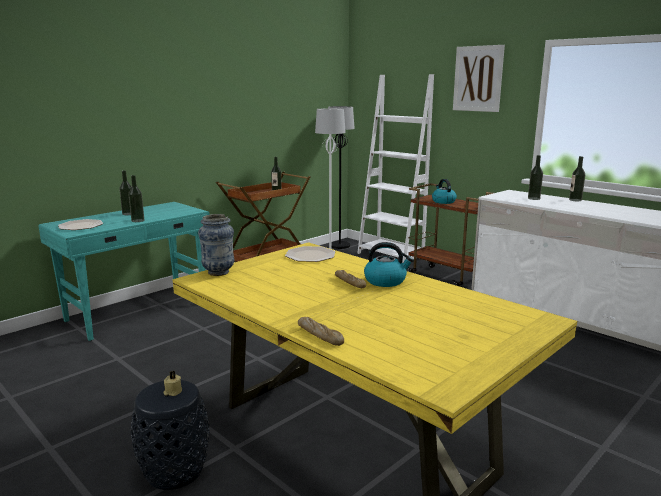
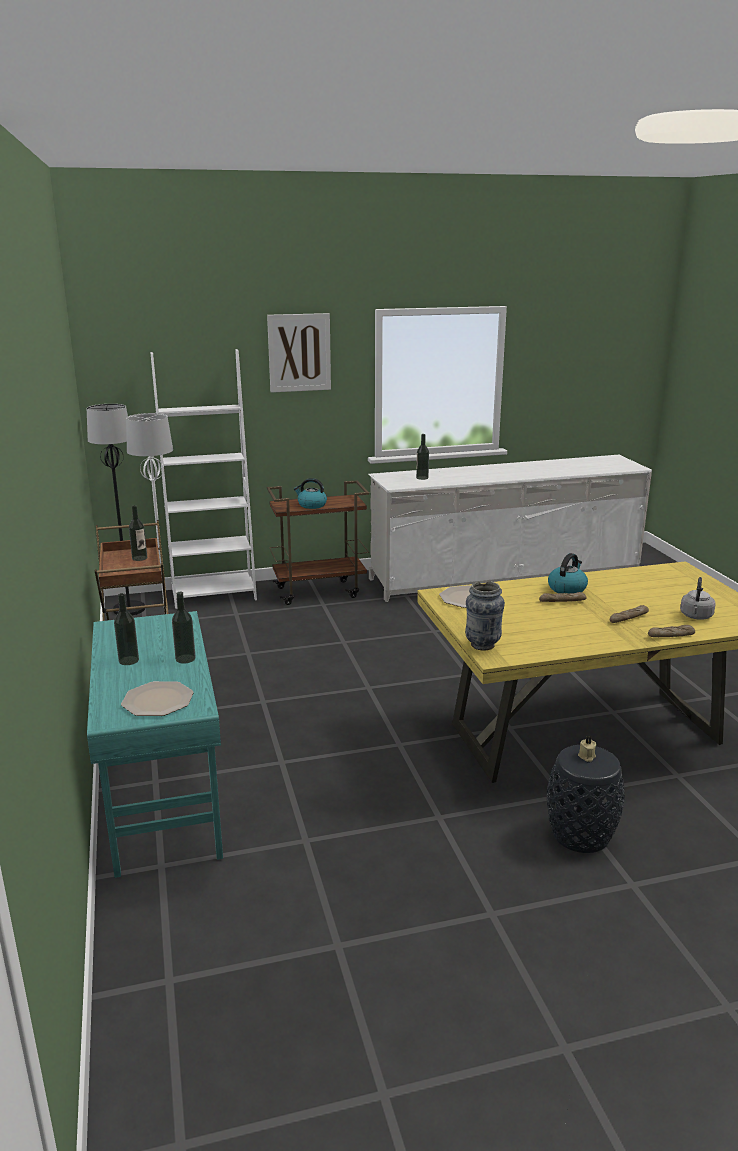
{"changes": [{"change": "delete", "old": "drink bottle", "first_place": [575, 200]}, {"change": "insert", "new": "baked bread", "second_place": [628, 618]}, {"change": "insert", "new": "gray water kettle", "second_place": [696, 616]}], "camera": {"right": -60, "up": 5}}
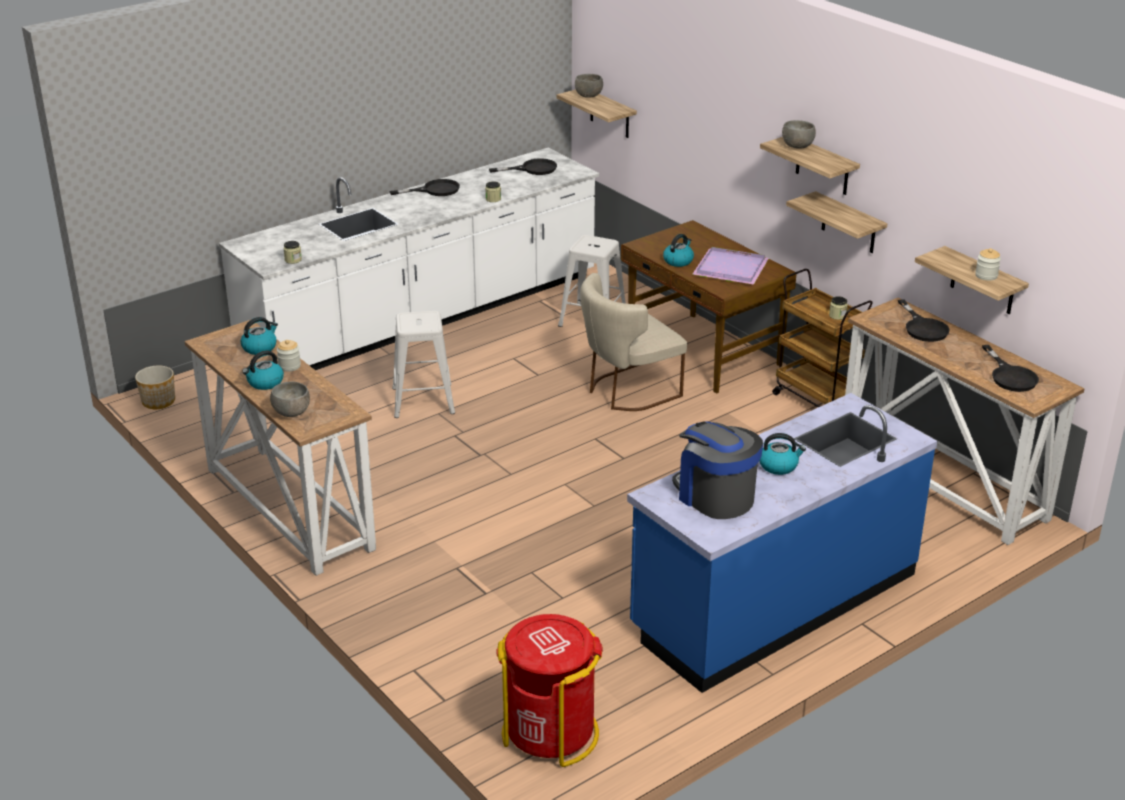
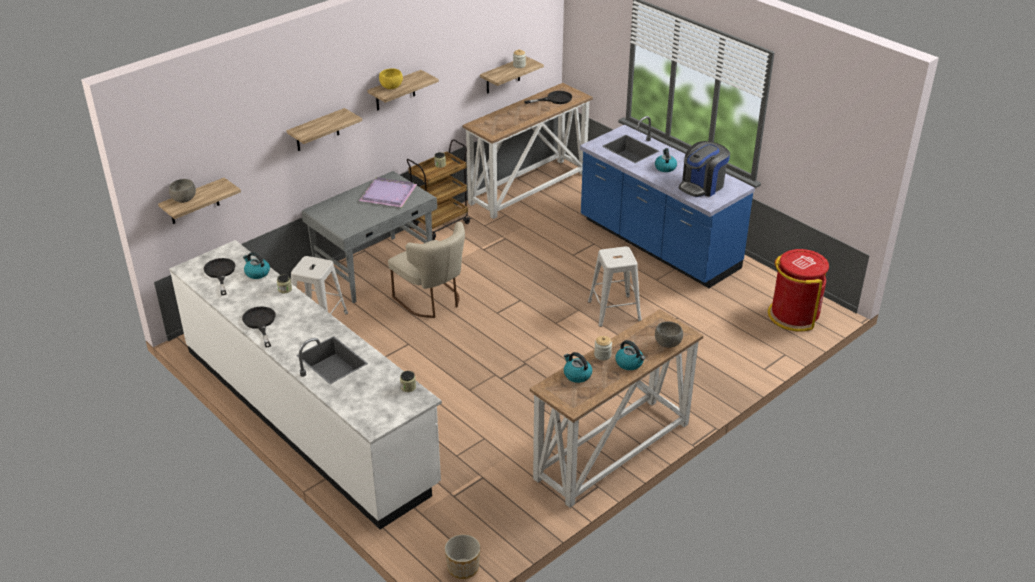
{"changes": [{"change": "delete", "old": "blackish pan", "first_place": [923, 328]}, {"change": "move", "old": "white-coloured stool seat", "first_place": [423, 401], "second_place": [614, 311]}, {"change": "move", "old": "water kettle", "first_place": [678, 261], "second_place": [257, 273]}, {"change": "move", "old": "shelf", "first_place": [849, 224], "second_place": [317, 130]}, {"change": "recolor", "old": "brown desk table", "new": "gray desk table", "first_place": [703, 353], "second_place": [375, 269]}, {"change": "recolor", "old": "gray bowl", "new": "yellow-coloured bowl", "first_place": [798, 147], "second_place": [391, 87]}], "camera": {"right": -95, "up": 5}}
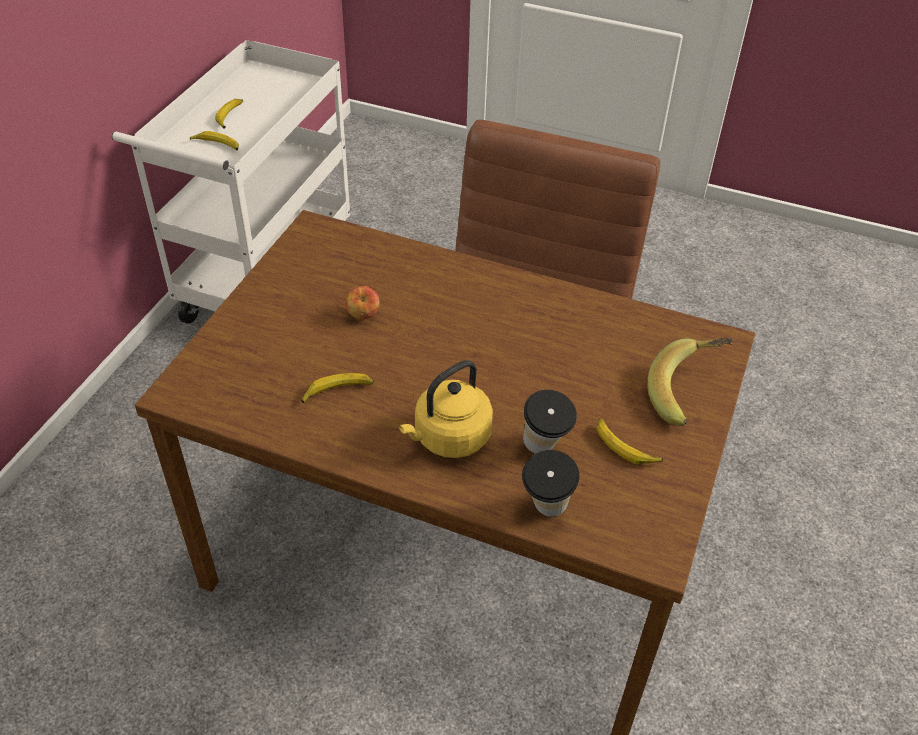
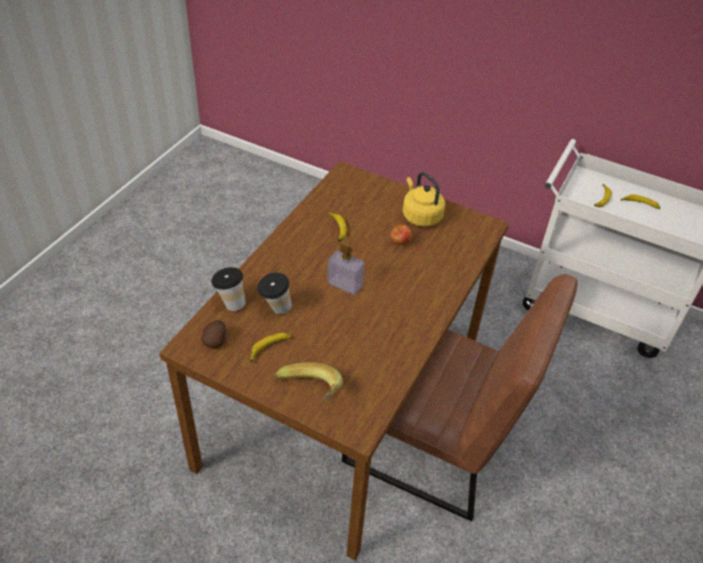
{"changes": [{"change": "insert", "new": "potato", "second_place": [215, 340]}, {"change": "insert", "new": "soap bottle", "second_place": [345, 284]}, {"change": "move", "old": "yellow-coloured water kettle", "first_place": [449, 438], "second_place": [420, 216]}], "camera": {"right": 95, "up": 0}}
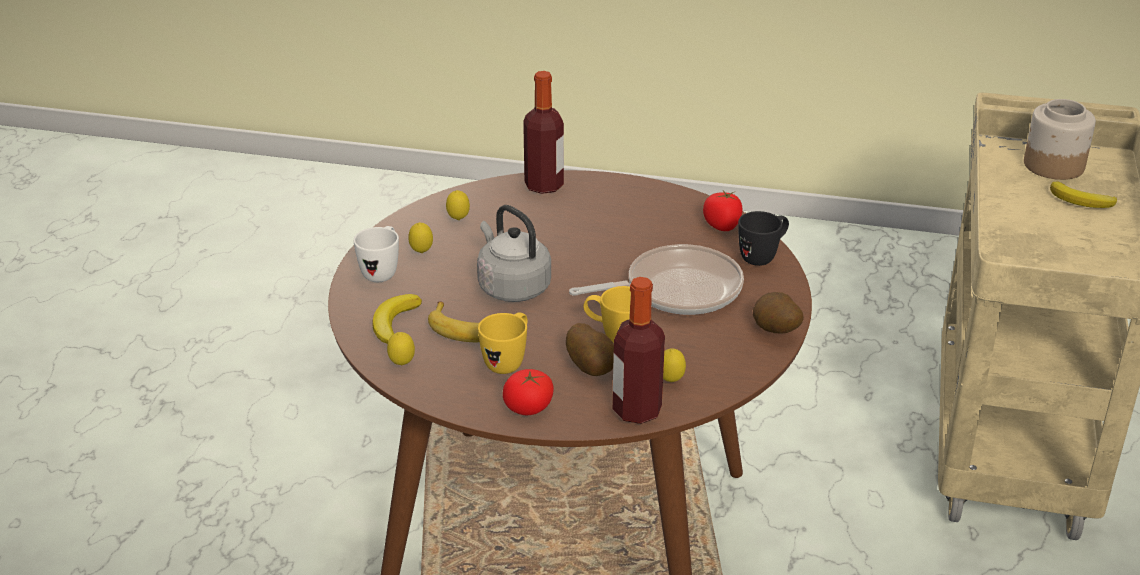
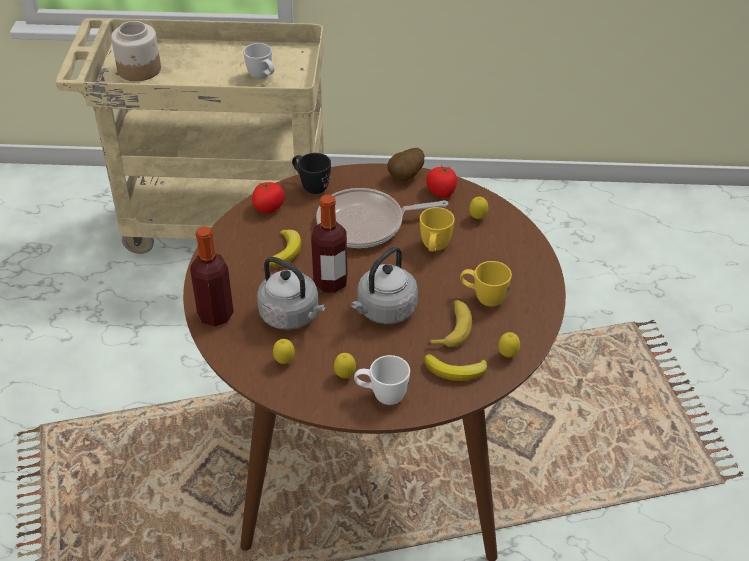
{"changes": [{"change": "delete", "old": "potato", "first_place": [593, 368]}, {"change": "insert", "new": "white-coloured mug", "second_place": [262, 77]}, {"change": "insert", "new": "gray water kettle", "second_place": [292, 316]}, {"change": "move", "old": "tomato", "first_place": [528, 408], "second_place": [441, 192]}, {"change": "move", "old": "drink bottle", "first_place": [637, 410], "second_place": [330, 283]}, {"change": "move", "old": "banana", "first_place": [1082, 201], "second_place": [285, 251]}, {"change": "rotate", "old": "pan", "first_place": [676, 290], "second_place": [366, 224], "degrees": -75}], "camera": {"right": -100, "up": 10}}
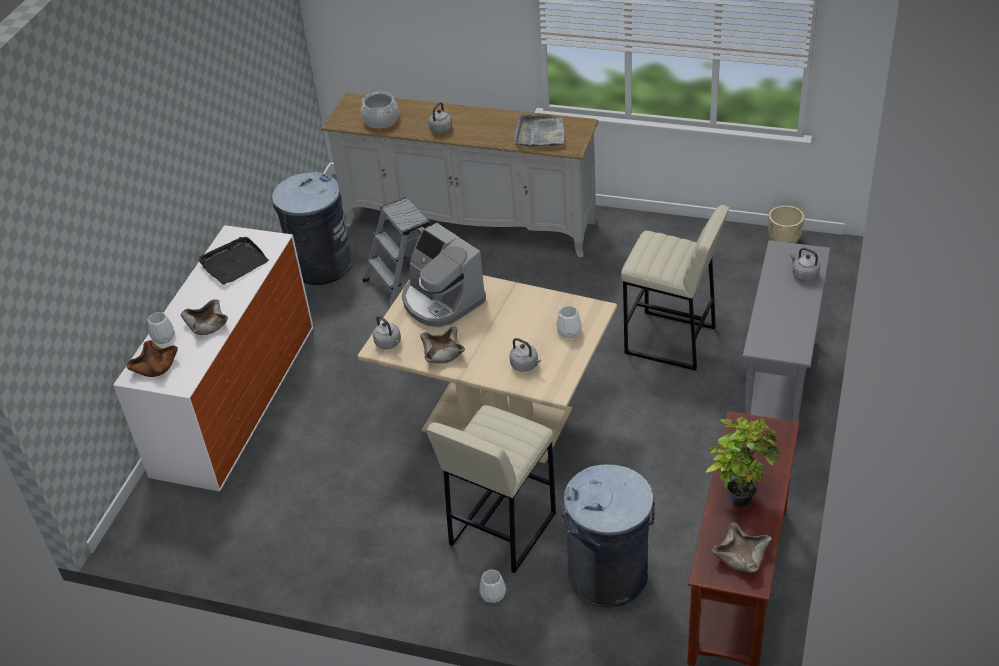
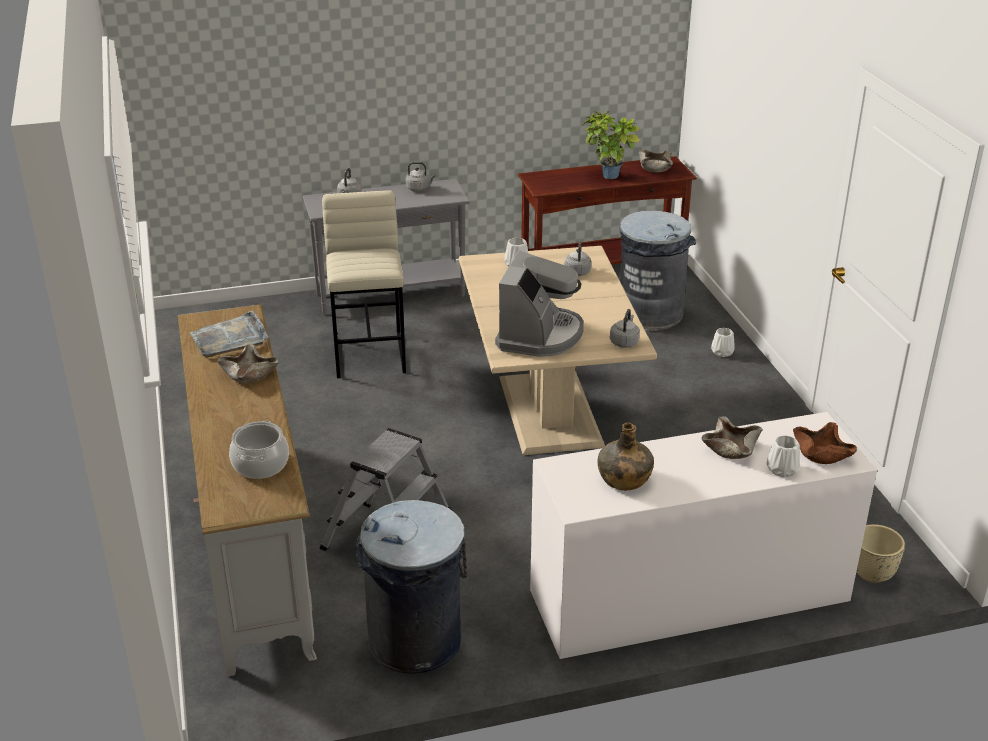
{"changes": [{"change": "delete", "old": "beige-coloured stool seat", "first_place": [501, 531]}, {"change": "move", "old": "beige-coloured bowl", "first_place": [442, 353], "second_place": [250, 374]}, {"change": "move", "old": "gray water kettle", "first_place": [440, 130], "second_place": [419, 188]}, {"change": "move", "old": "beige-coloured plant pot", "first_place": [783, 241], "second_place": [871, 575]}, {"change": "replace", "old": "blackish carrying tray", "new": "greenish drink bottle", "first_place": [233, 263], "second_place": [623, 479]}], "camera": {"right": -125, "up": -10}}
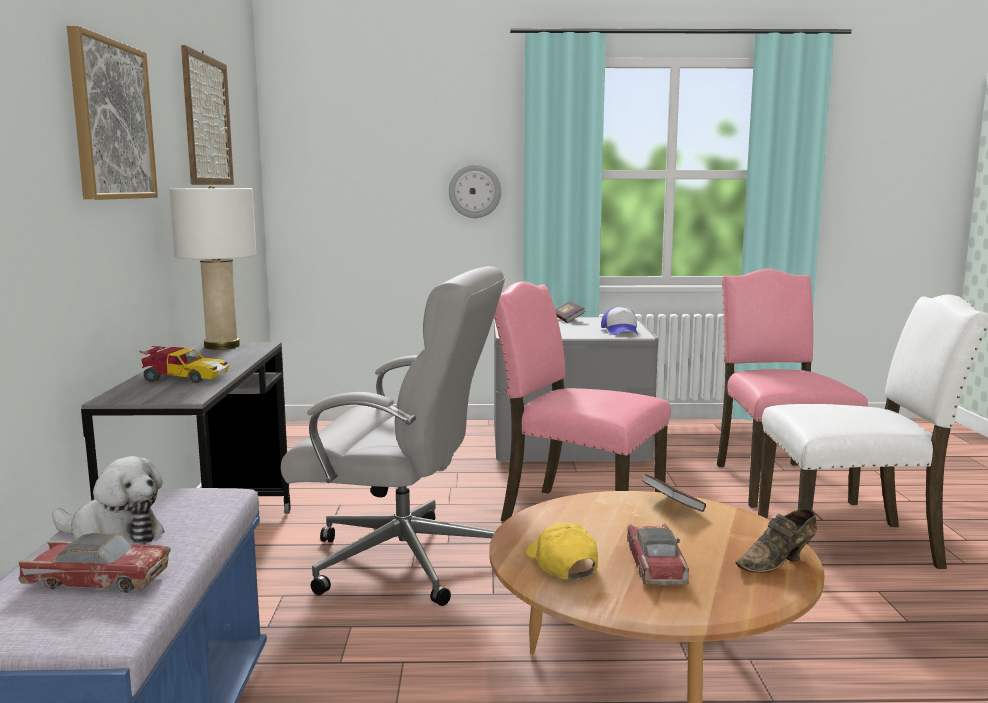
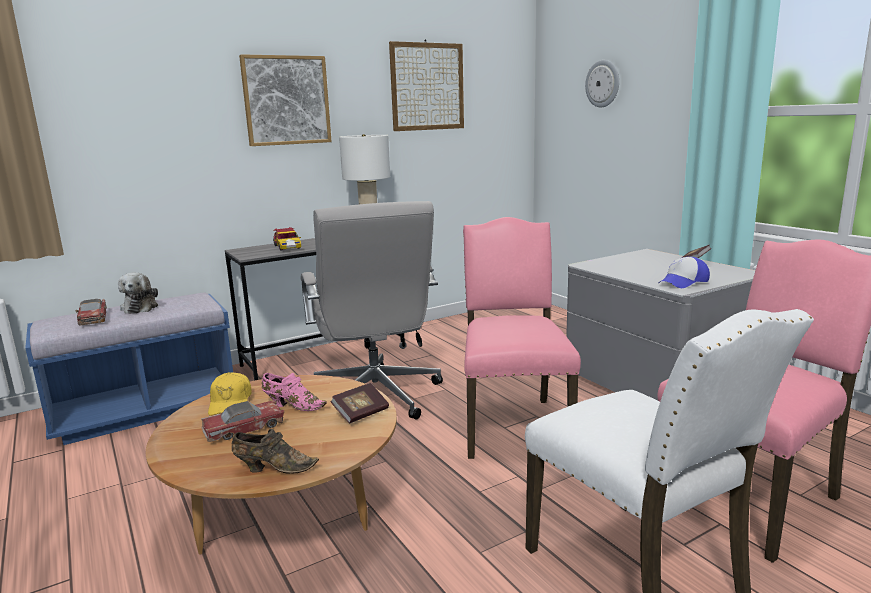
{"changes": [{"change": "insert", "new": "pinkish low shoe", "second_place": [293, 406]}, {"change": "move", "old": "wall clock", "first_place": [474, 191], "second_place": [603, 83]}, {"change": "rotate", "old": "yellow-coloured baseball cap", "first_place": [561, 563], "second_place": [230, 403], "degrees": 135}, {"change": "rotate", "old": "brown low shoe", "first_place": [778, 562], "second_place": [273, 468], "degrees": 150}], "camera": {"right": 60, "up": 5}}
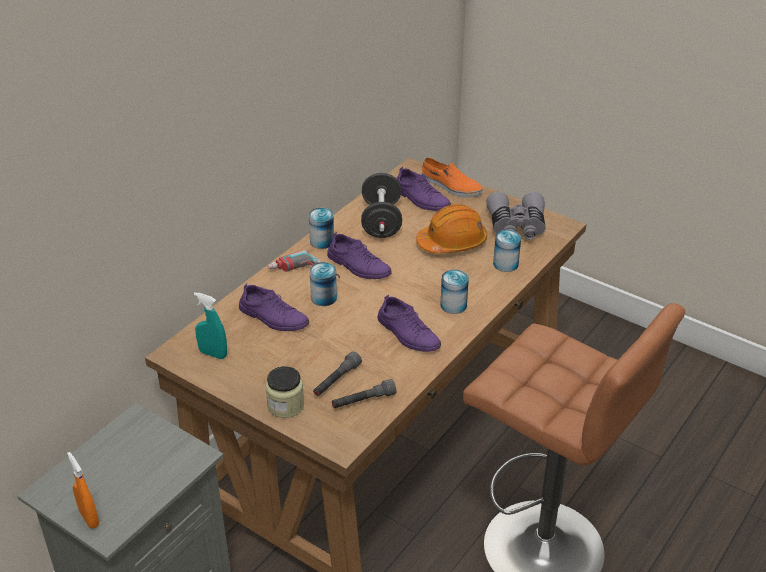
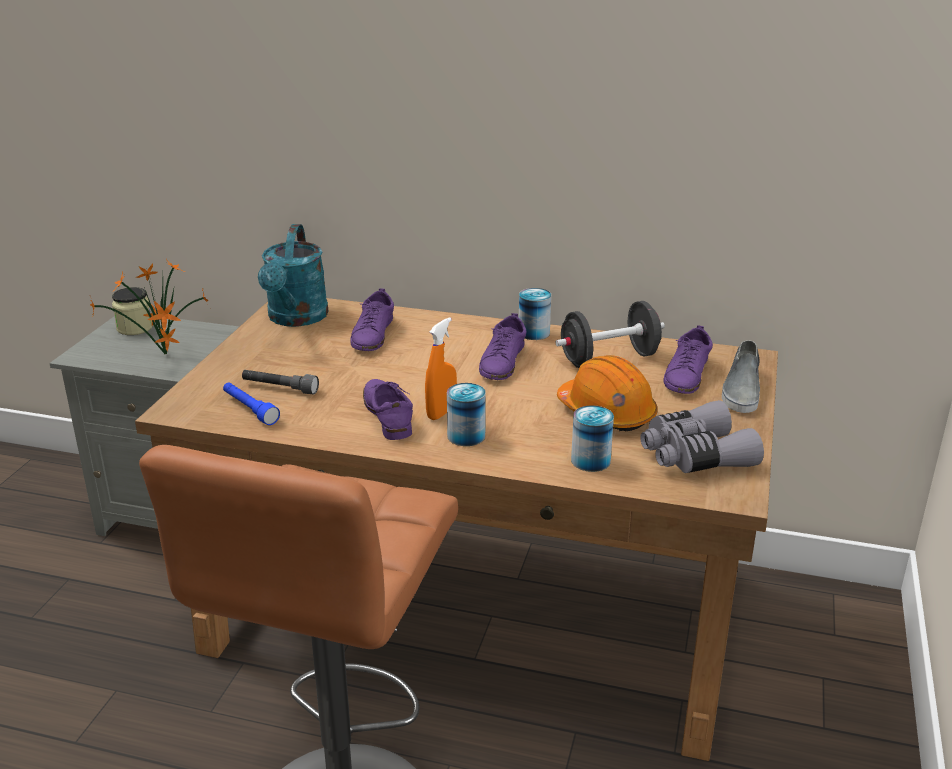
{"changes": [{"change": "delete", "old": "electric drill", "first_place": [303, 275]}, {"change": "delete", "old": "metal can", "first_place": [324, 297]}, {"change": "insert", "new": "houseplant", "second_place": [165, 356]}, {"change": "move", "old": "orangey sprayer", "first_place": [89, 518], "second_place": [441, 413]}, {"change": "move", "old": "preserve jar", "first_place": [285, 405], "second_place": [135, 328]}, {"change": "replace", "old": "blue-green sprayer", "new": "blue-green watering can", "first_place": [213, 354], "second_place": [296, 319]}, {"change": "recolor", "old": "gray hand torch", "new": "blue hand torch", "first_place": [363, 401], "second_place": [250, 410]}, {"change": "recolor", "old": "orangey low shoe", "new": "gray low shoe", "first_place": [451, 186], "second_place": [741, 390]}, {"change": "rotate", "old": "purplish low shoe", "first_place": [408, 334], "second_place": [388, 415], "degrees": 135}], "camera": {"right": 70, "up": -10}}
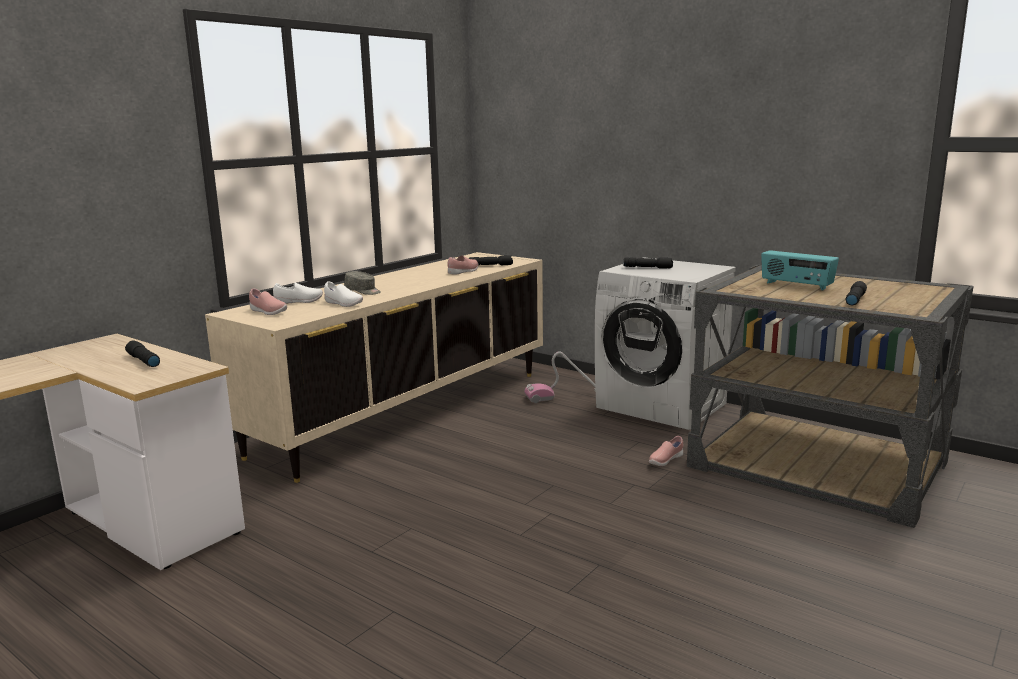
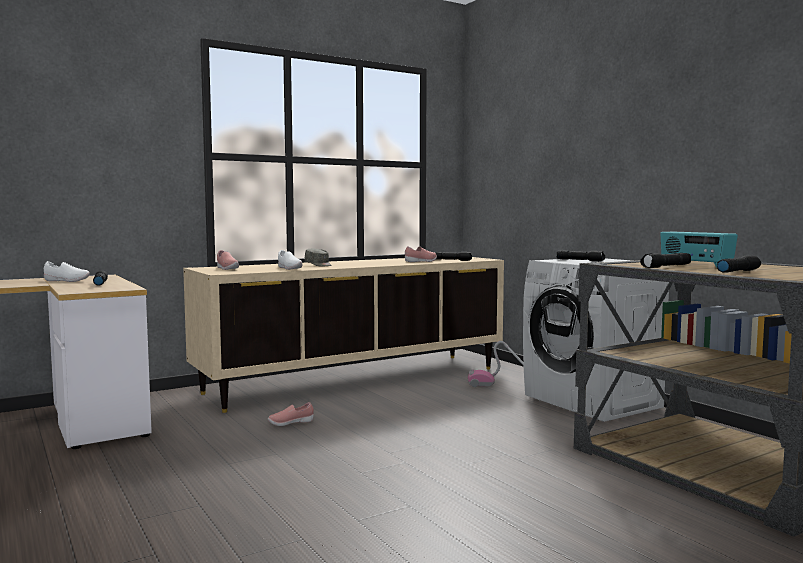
{"changes": [{"change": "insert", "new": "blackish hand torch", "second_place": [666, 267]}, {"change": "move", "old": "white-coloured low shoe", "first_place": [299, 302], "second_place": [66, 281]}, {"change": "move", "old": "pinkish low shoe", "first_place": [665, 461], "second_place": [290, 423]}], "camera": {"right": 20, "up": -10}}
